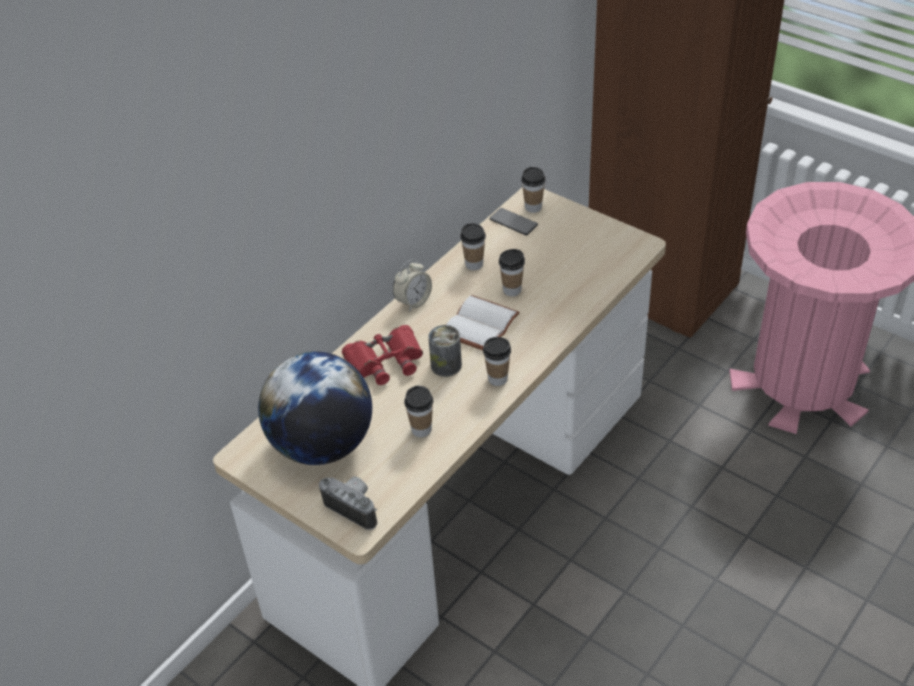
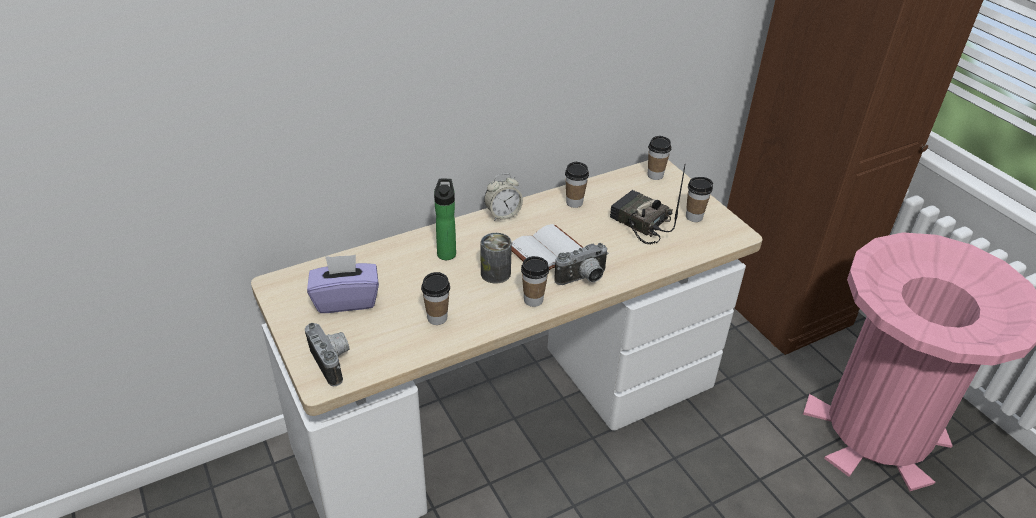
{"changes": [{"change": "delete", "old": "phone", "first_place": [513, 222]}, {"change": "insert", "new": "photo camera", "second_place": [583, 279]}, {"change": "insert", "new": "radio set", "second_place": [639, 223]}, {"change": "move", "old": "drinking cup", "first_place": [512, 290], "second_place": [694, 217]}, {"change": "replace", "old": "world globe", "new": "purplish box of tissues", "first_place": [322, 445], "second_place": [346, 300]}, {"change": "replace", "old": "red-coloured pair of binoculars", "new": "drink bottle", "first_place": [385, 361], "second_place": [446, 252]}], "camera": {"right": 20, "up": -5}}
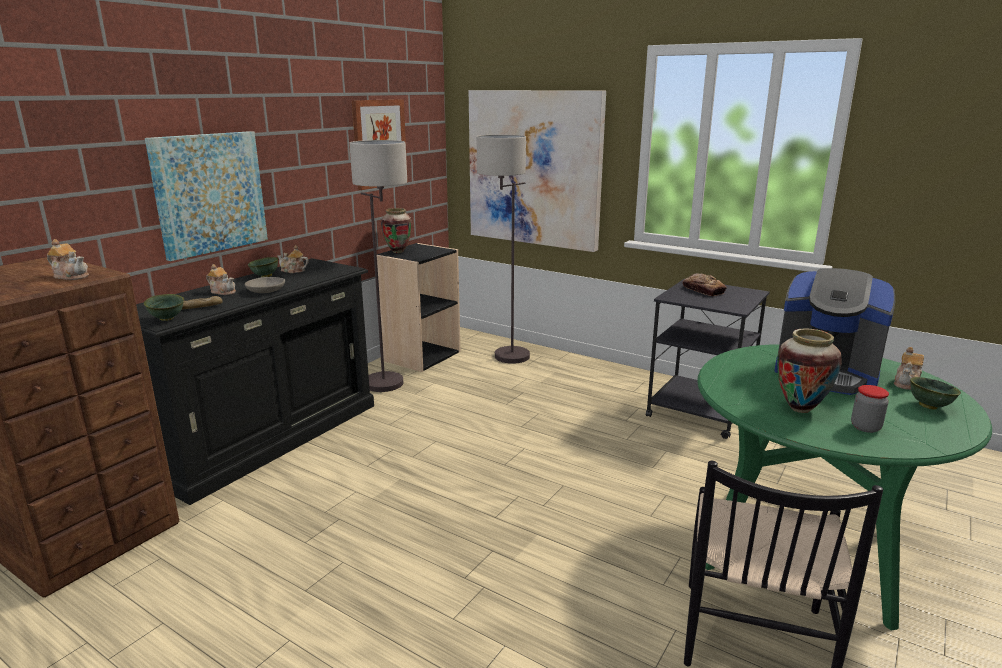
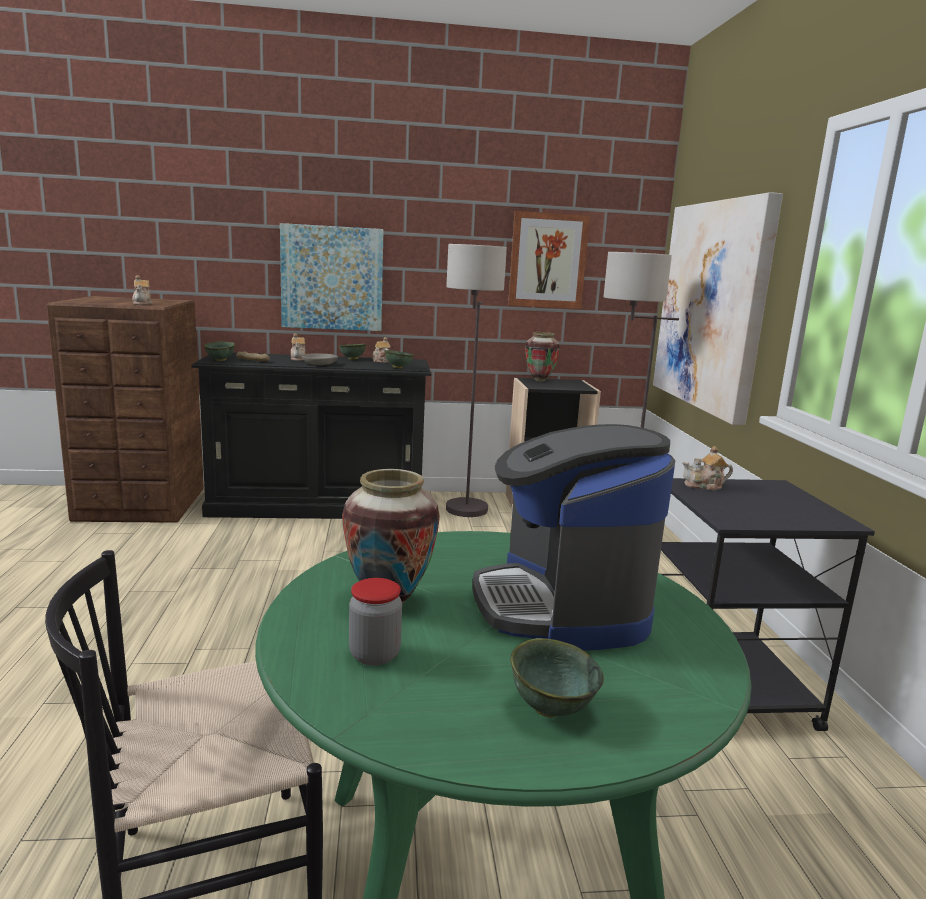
{"changes": [{"change": "delete", "old": "baked bread", "first_place": [703, 290]}, {"change": "insert", "new": "greenish bowl", "second_place": [398, 368]}, {"change": "move", "old": "tea pot", "first_place": [906, 383], "second_place": [704, 486]}], "camera": {"right": 50, "up": -5}}
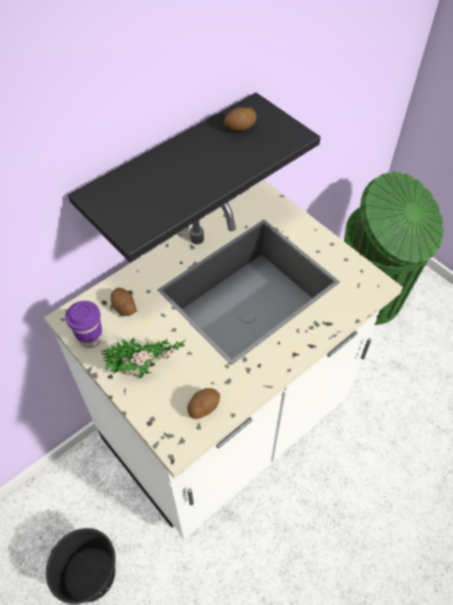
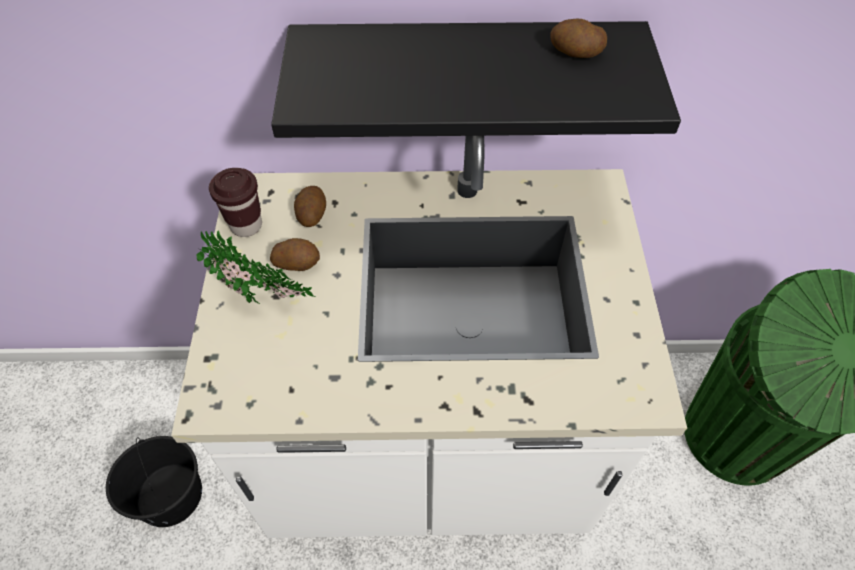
{"changes": [{"change": "move", "old": "potato", "first_place": [203, 407], "second_place": [297, 262]}, {"change": "recolor", "old": "purplish drinking cup", "new": "brown drinking cup", "first_place": [91, 338], "second_place": [246, 225]}], "camera": {"right": 40, "up": 0}}
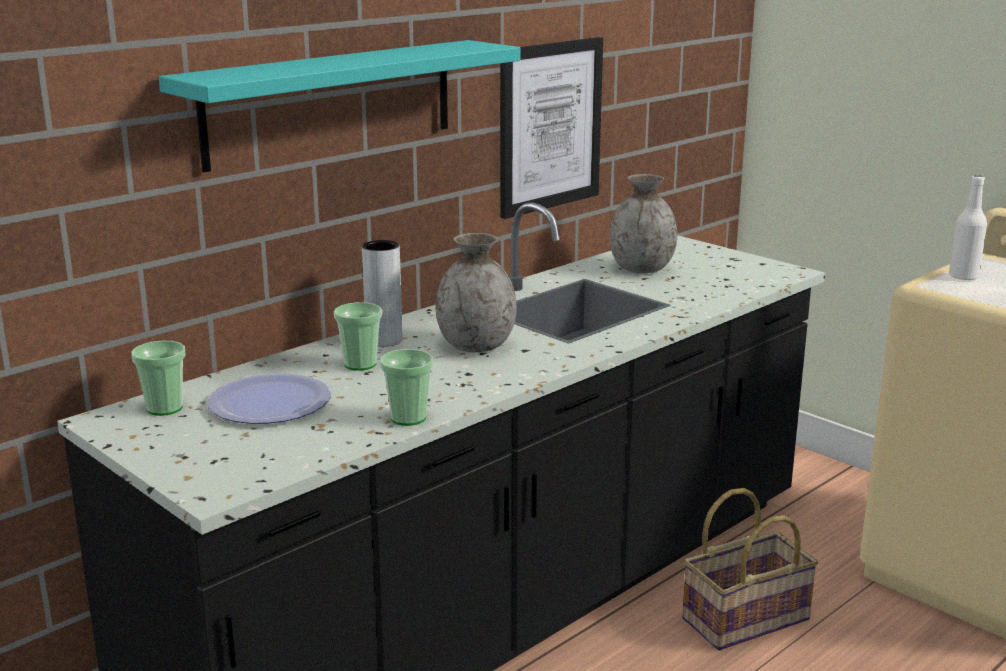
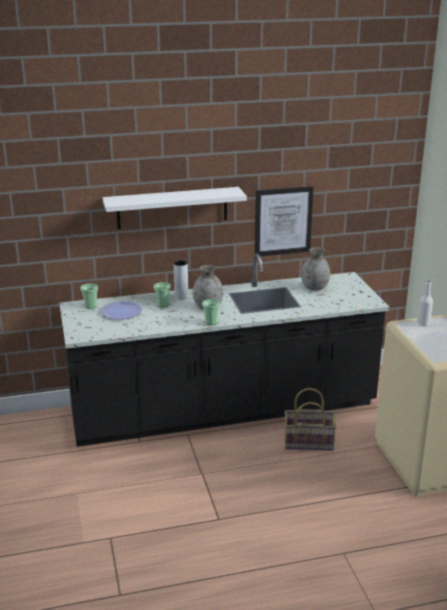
{"changes": [{"change": "move", "old": "drinking cup", "first_place": [408, 418], "second_place": [211, 322]}, {"change": "recolor", "old": "blue-green shelf", "new": "white-coloured shelf", "first_place": [331, 102], "second_place": [172, 208]}], "camera": {"right": 30, "up": 5}}
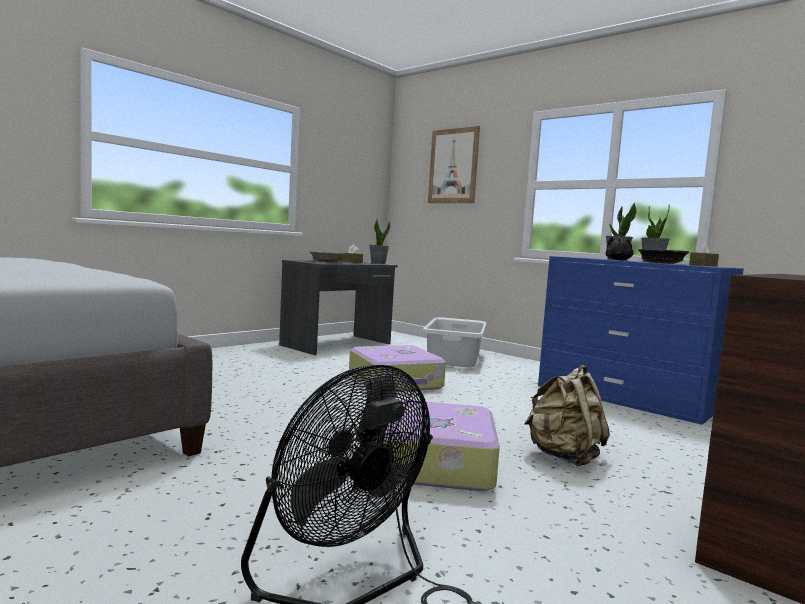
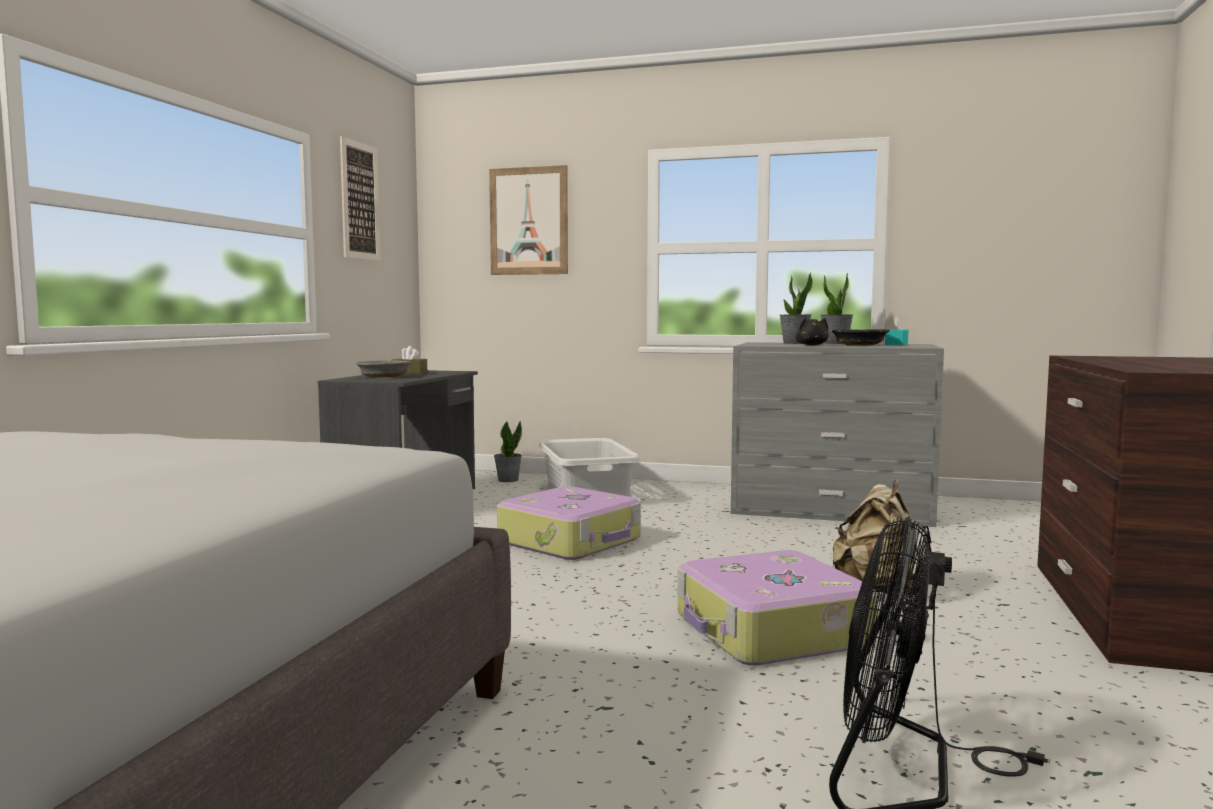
{"changes": [{"change": "insert", "new": "wall picture", "second_place": [360, 201]}, {"change": "move", "old": "houseplant", "first_place": [378, 263], "second_place": [507, 480]}, {"change": "recolor", "old": "blue chest of drawers", "new": "gray chest of drawers", "first_place": [629, 395], "second_place": [831, 507]}, {"change": "recolor", "old": "brown box of tissues", "new": "blue-green box of tissues", "first_place": [703, 265], "second_place": [896, 344]}], "camera": {"right": -25, "up": 0}}
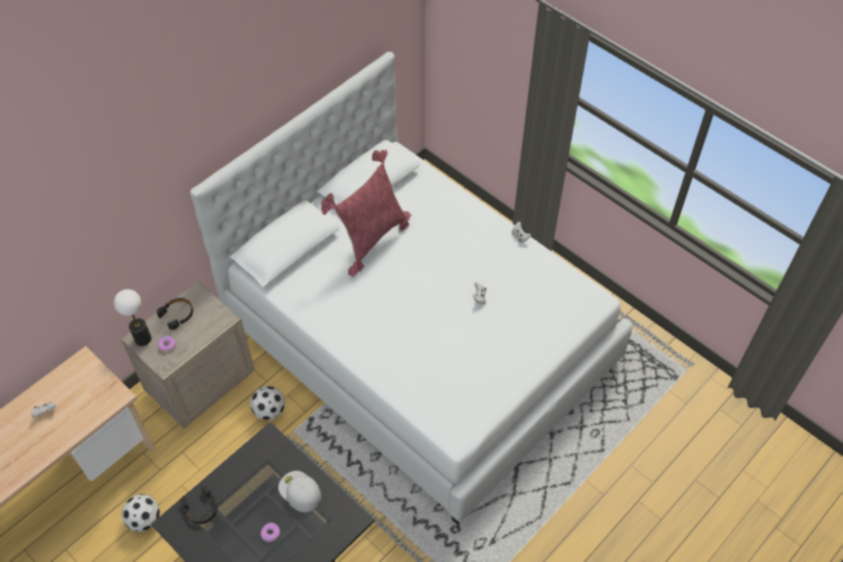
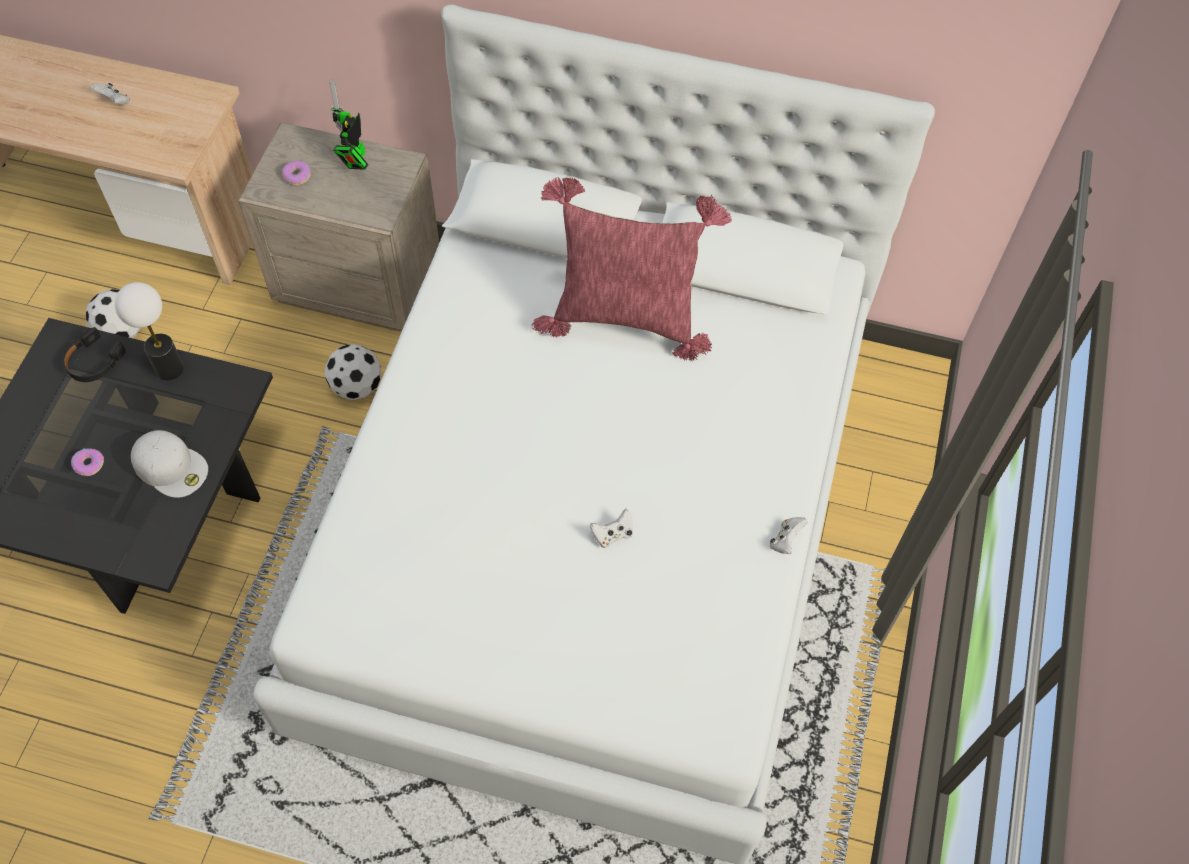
{"changes": [{"change": "move", "old": "tabletop lamp", "first_place": [143, 338], "second_place": [170, 368]}, {"change": "replace", "old": "blackish headset", "new": "model robot", "first_place": [177, 315], "second_place": [354, 161]}, {"change": "rotate", "old": "white-coloured baseball cap", "first_place": [299, 491], "second_place": [171, 466], "degrees": 105}], "camera": {"right": 60, "up": 5}}
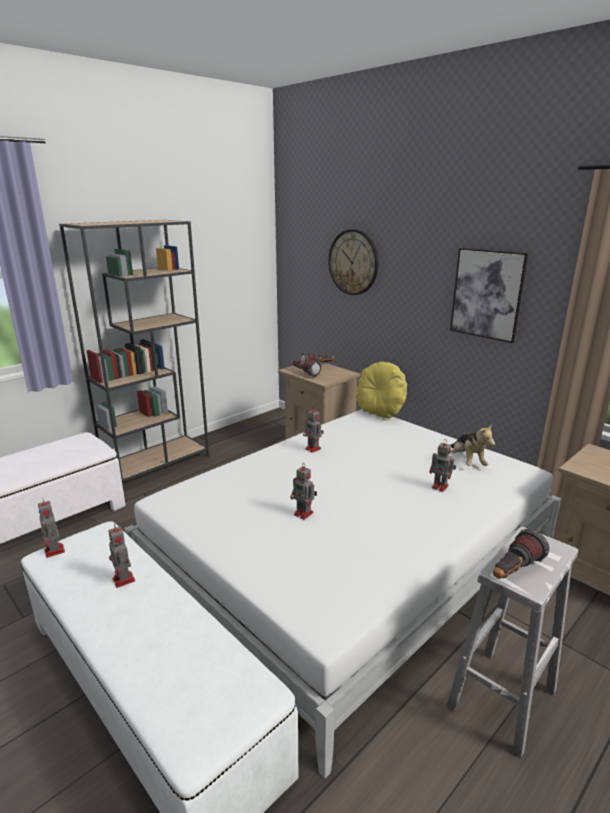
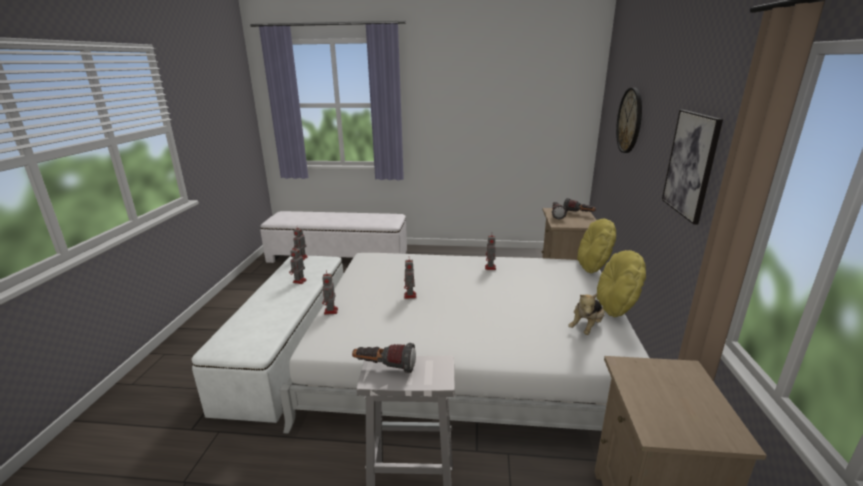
{"changes": [{"change": "delete", "old": "bookcase", "first_place": [157, 464]}, {"change": "insert", "new": "yellow-coloured throw pillow", "second_place": [615, 308]}, {"change": "move", "old": "model robot", "first_place": [441, 487], "second_place": [331, 311]}], "camera": {"right": 50, "up": 0}}
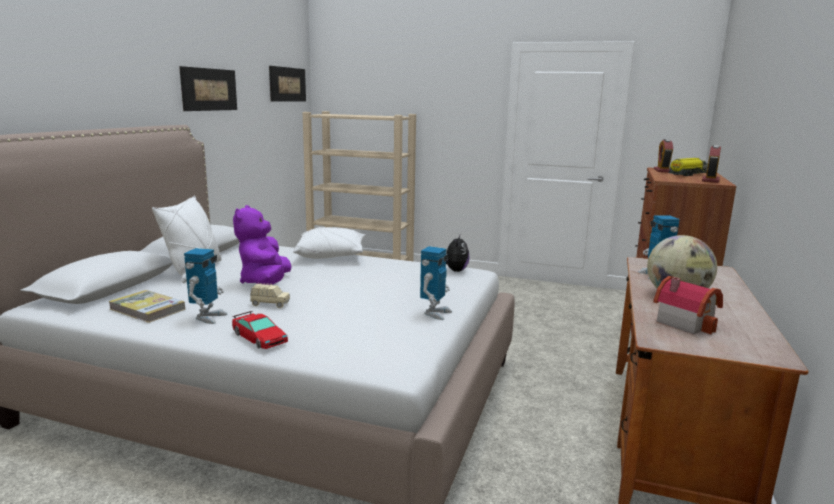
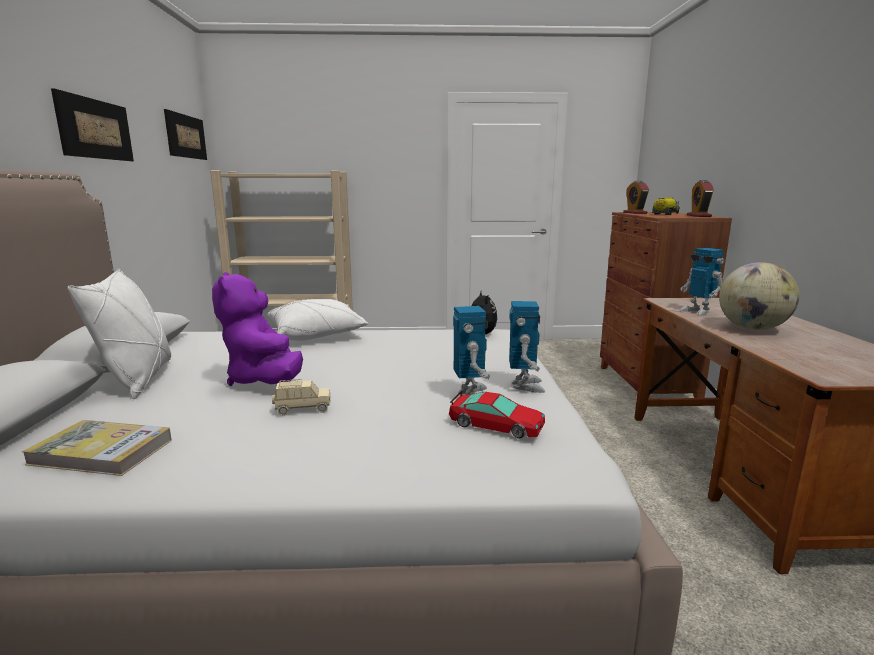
{"changes": [{"change": "delete", "old": "miniature house", "first_place": [684, 322]}, {"change": "move", "old": "model robot", "first_place": [208, 317], "second_place": [472, 394]}, {"change": "move", "old": "miniature car", "first_place": [259, 338], "second_place": [496, 425]}], "camera": {"right": -20, "up": 0}}
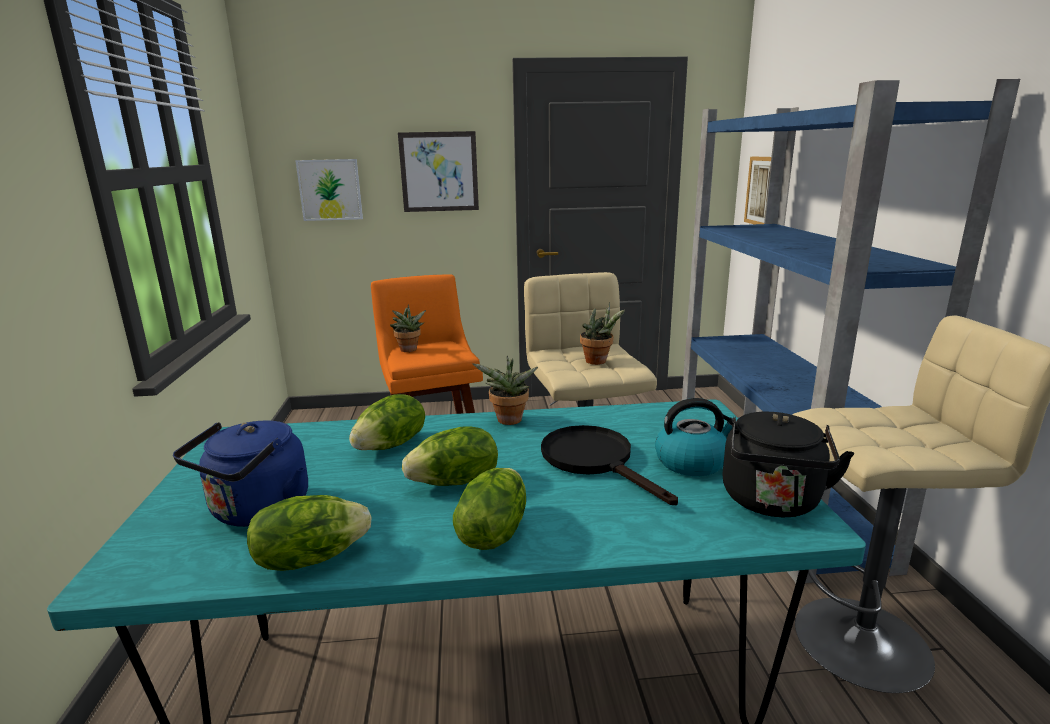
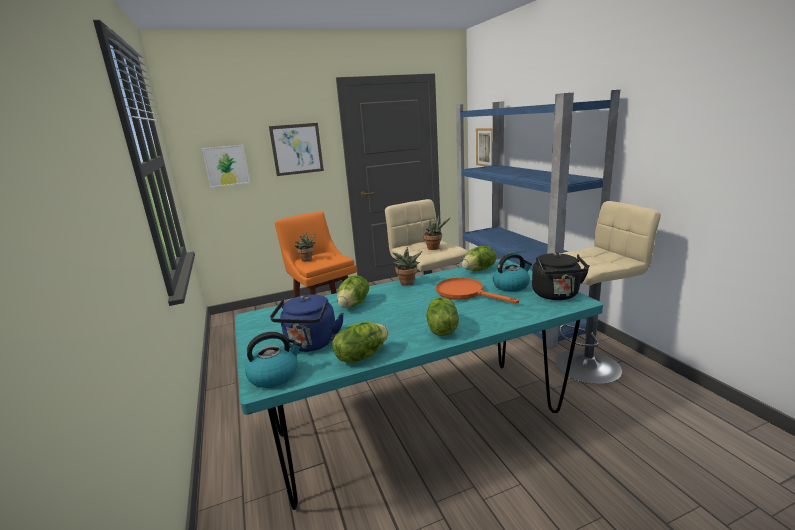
{"changes": [{"change": "insert", "new": "water kettle", "second_place": [275, 375]}, {"change": "move", "old": "head of lettuce", "first_place": [455, 482], "second_place": [479, 270]}, {"change": "recolor", "old": "blackish pan", "new": "orangey pan", "first_place": [595, 461], "second_place": [466, 293]}], "camera": {"right": -15, "up": 0}}
